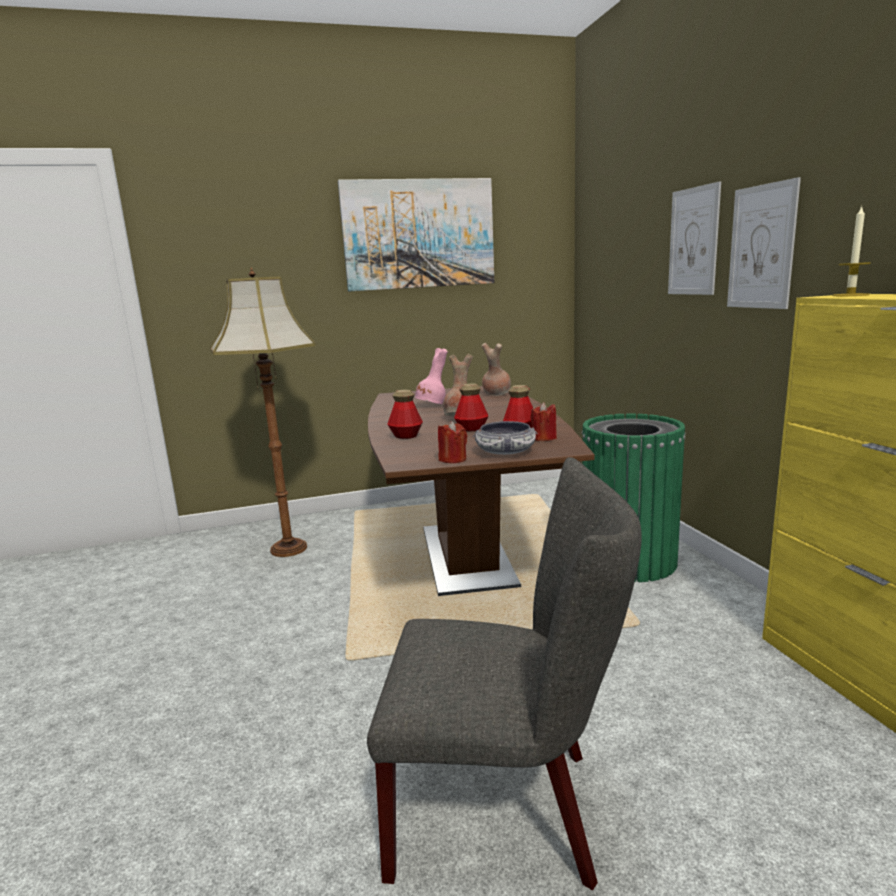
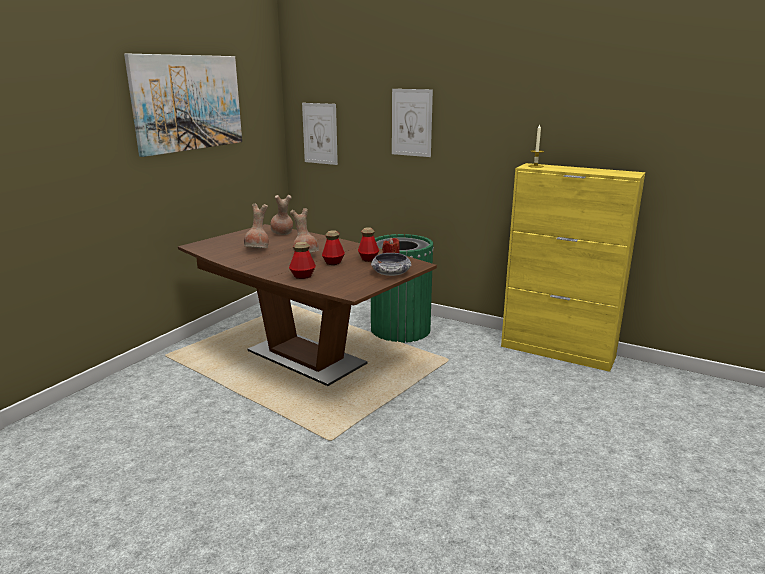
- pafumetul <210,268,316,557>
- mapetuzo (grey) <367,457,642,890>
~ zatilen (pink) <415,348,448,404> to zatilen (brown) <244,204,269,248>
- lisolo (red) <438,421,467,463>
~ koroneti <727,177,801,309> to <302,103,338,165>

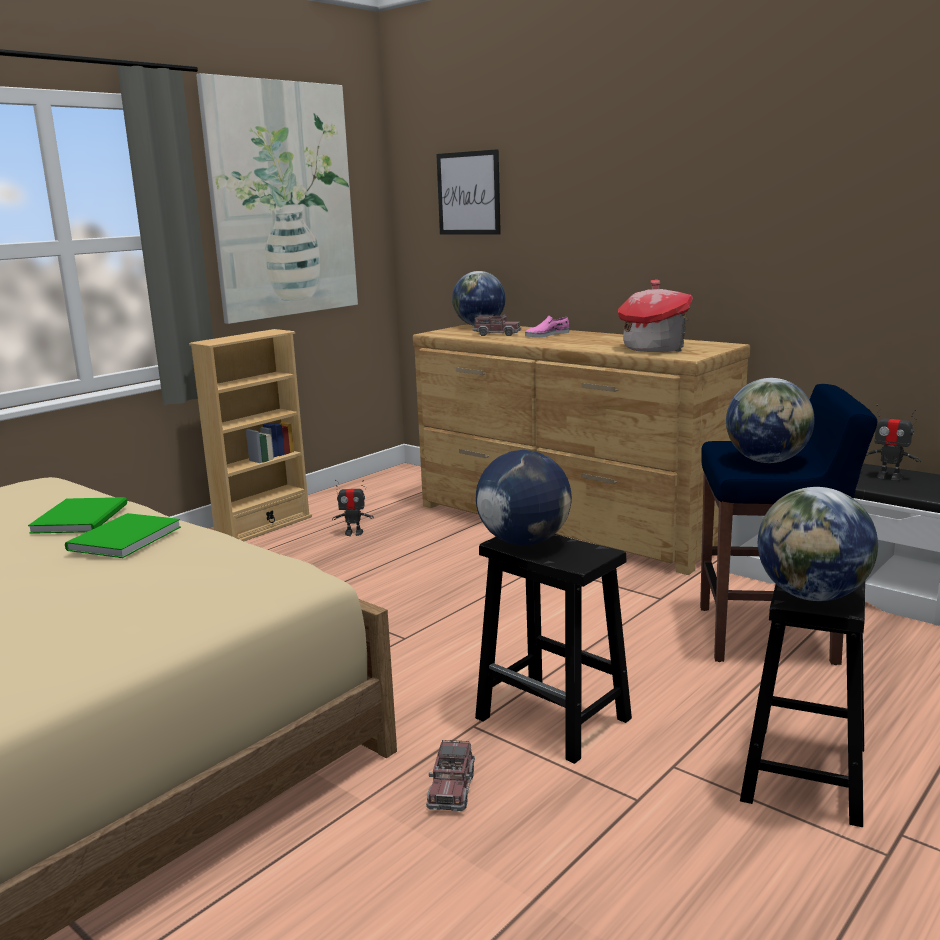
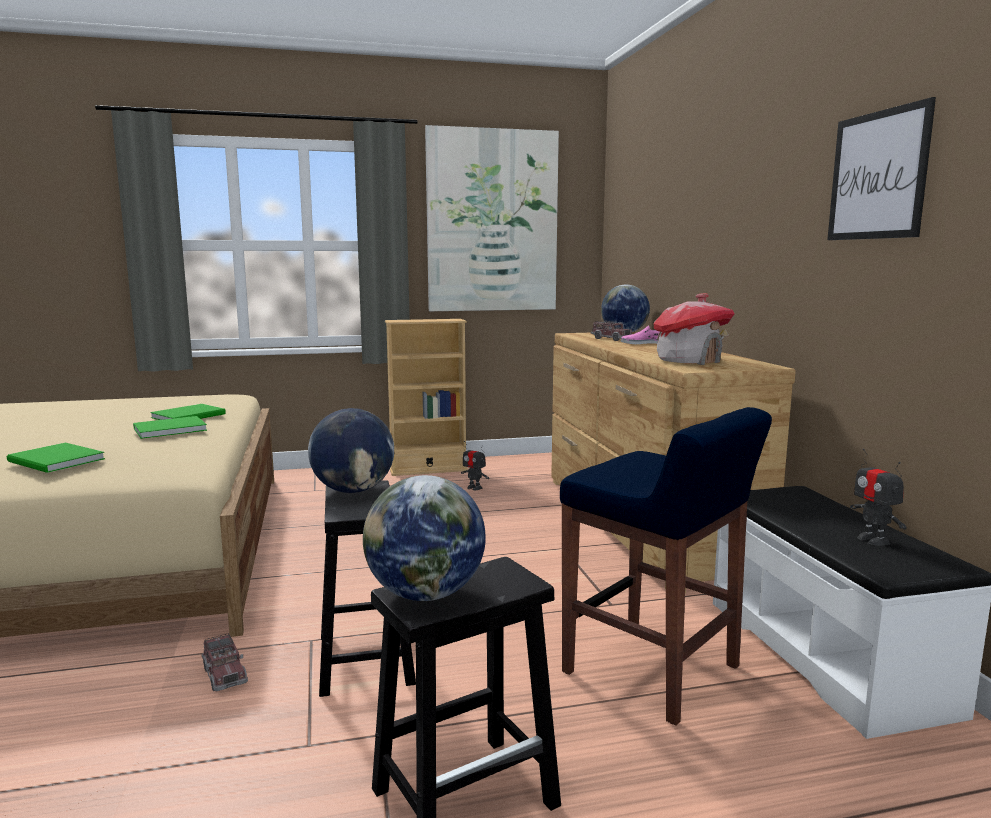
~ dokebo <426,740,475,811> = <202,633,248,691> 75 degrees counterclockwise
~ koroneti <436,149,501,235> to <827,97,936,240>
- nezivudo <726,378,814,463>
+ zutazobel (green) <7,443,105,473>

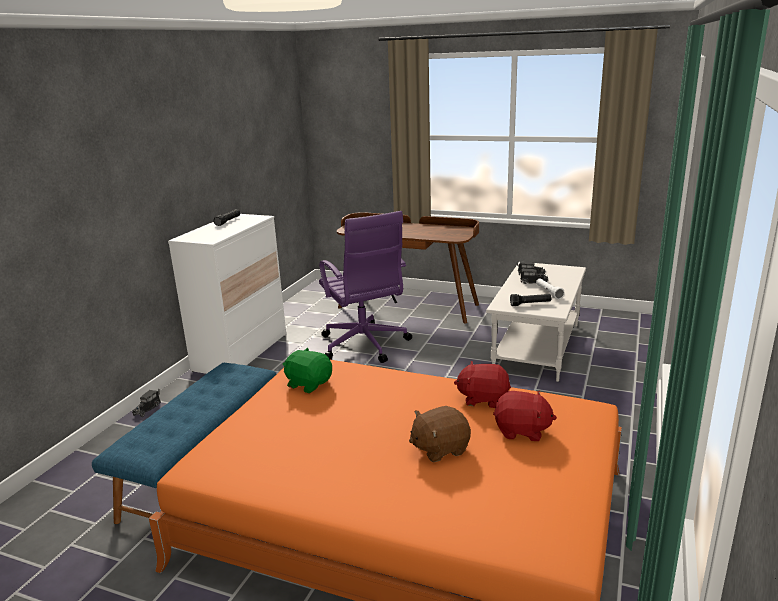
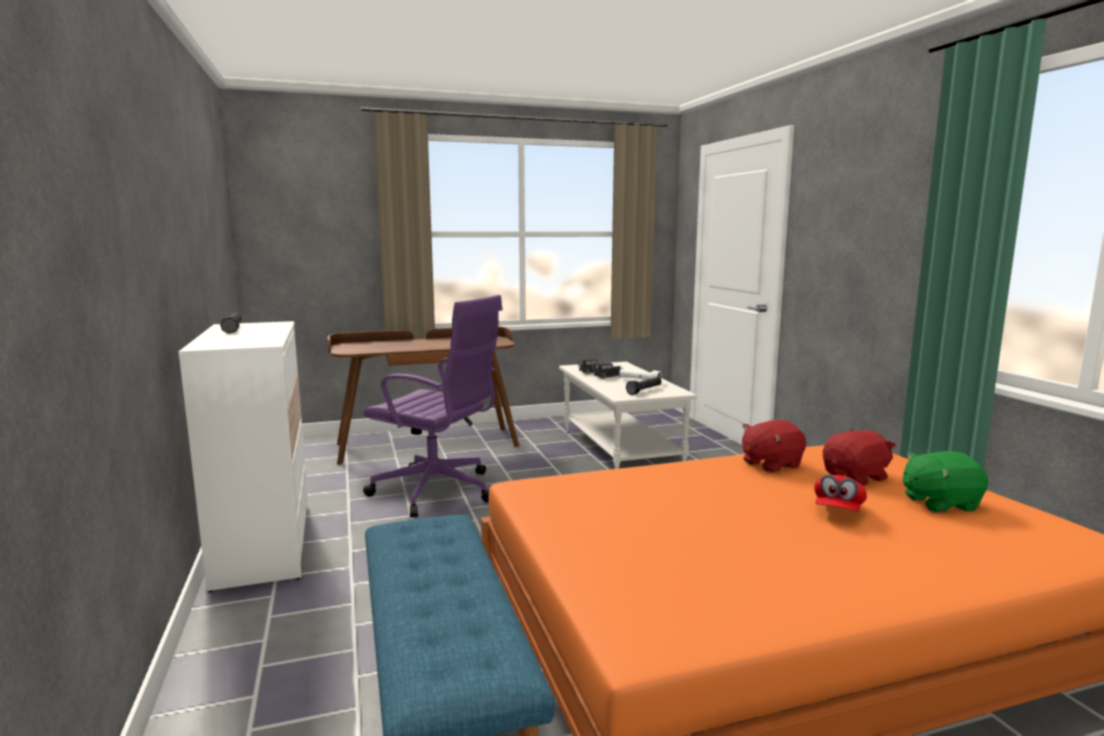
- dokebo <132,389,161,417>
~ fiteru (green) <283,348,332,393> to <903,451,988,513>
~ fiteru (brown) <409,406,471,462> to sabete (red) <814,475,867,511>

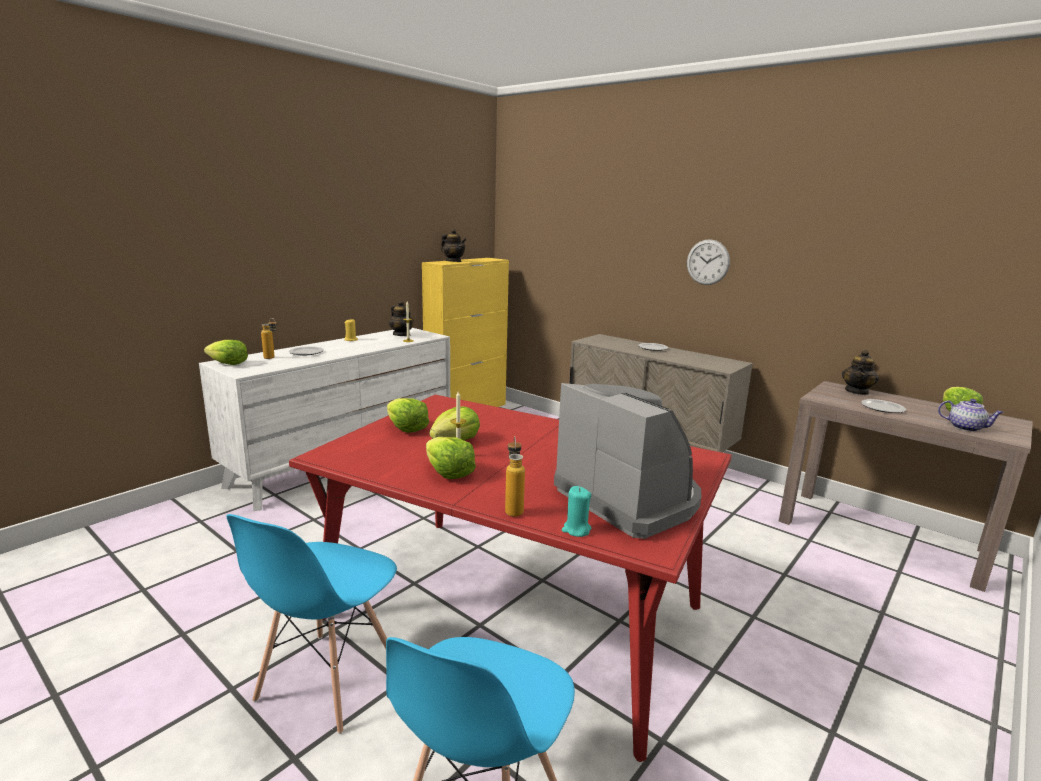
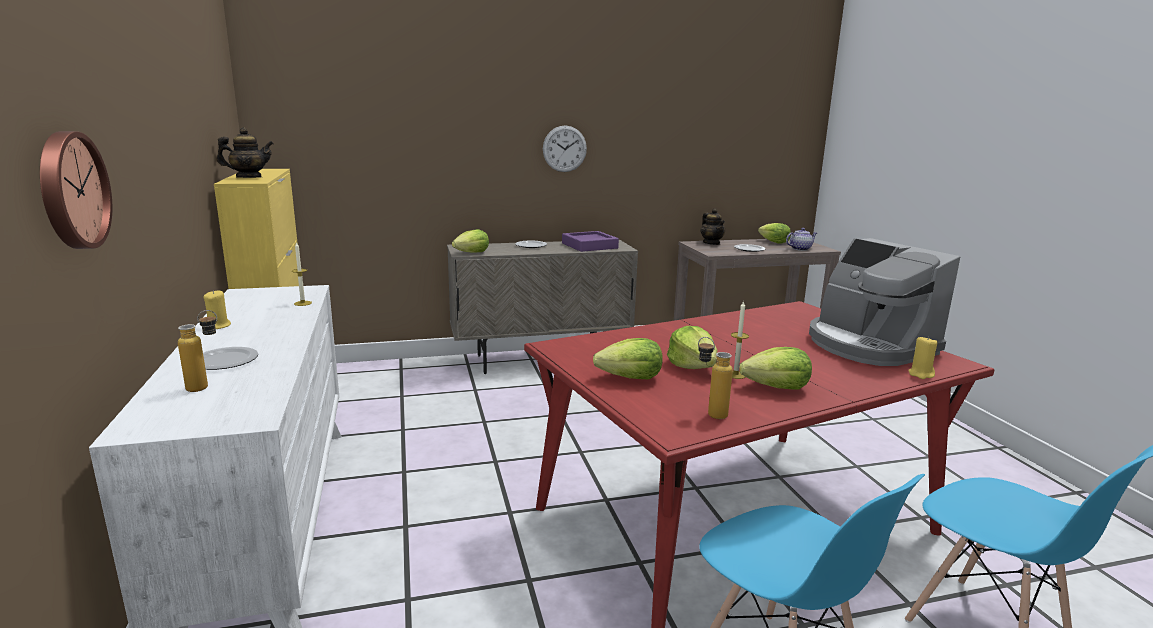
~ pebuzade <204,340,248,365> to <452,229,489,253>
- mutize <389,301,414,336>
~ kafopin <505,436,525,517> to <698,337,733,419>
~ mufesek <554,383,701,539> = <809,238,960,366> 120 degrees counterclockwise
~ lisolo (turquoise) <562,486,591,537> to lisolo (yellow) <908,336,938,379>
+ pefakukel <40,131,112,249>
+ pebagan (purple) <562,231,619,252>

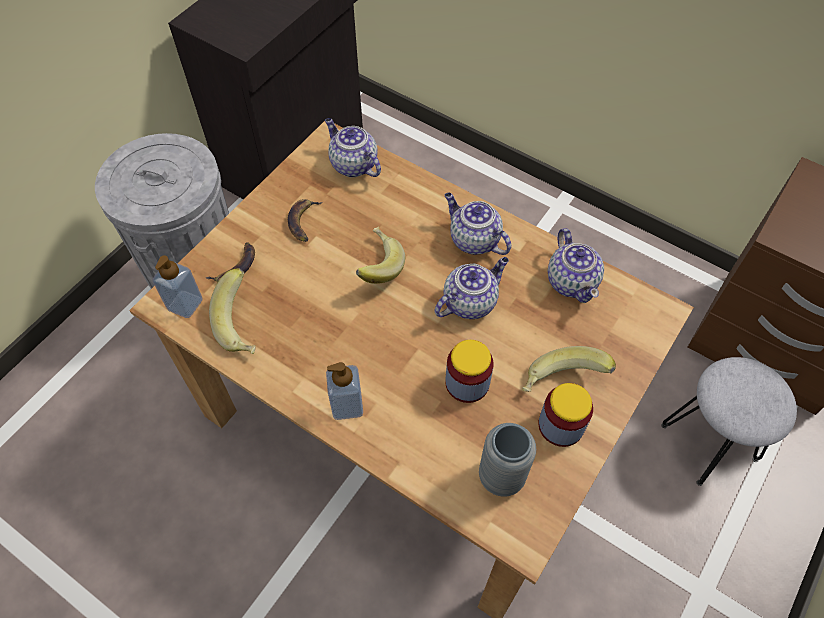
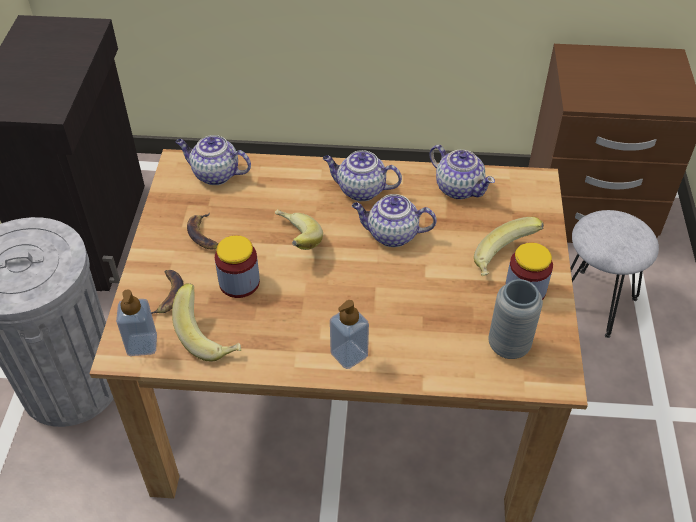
~ mutize <435,257,509,319> = <352,194,437,247> 105 degrees counterclockwise
~ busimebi <445,340,494,403> to <215,235,260,298>

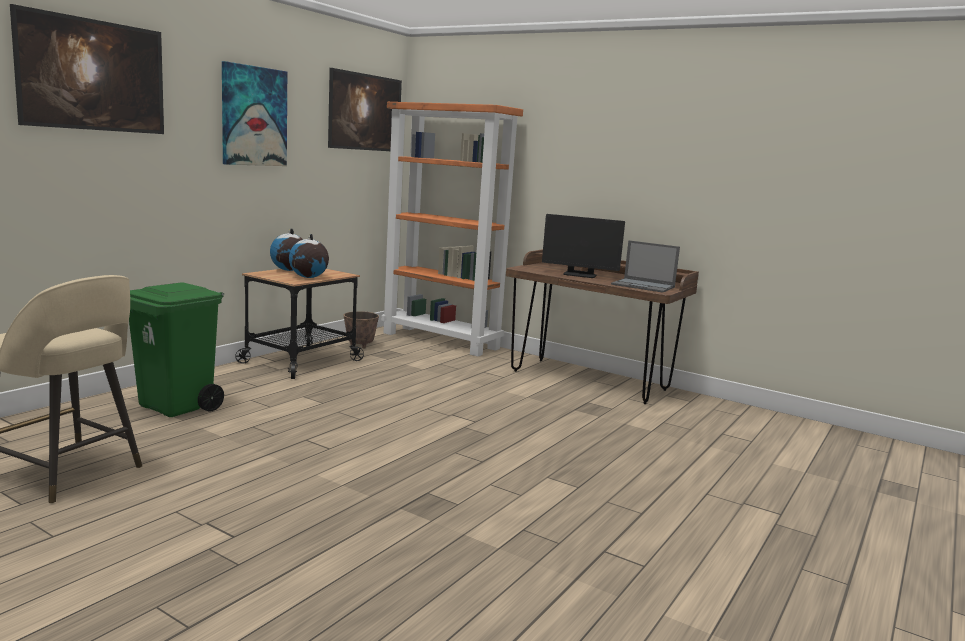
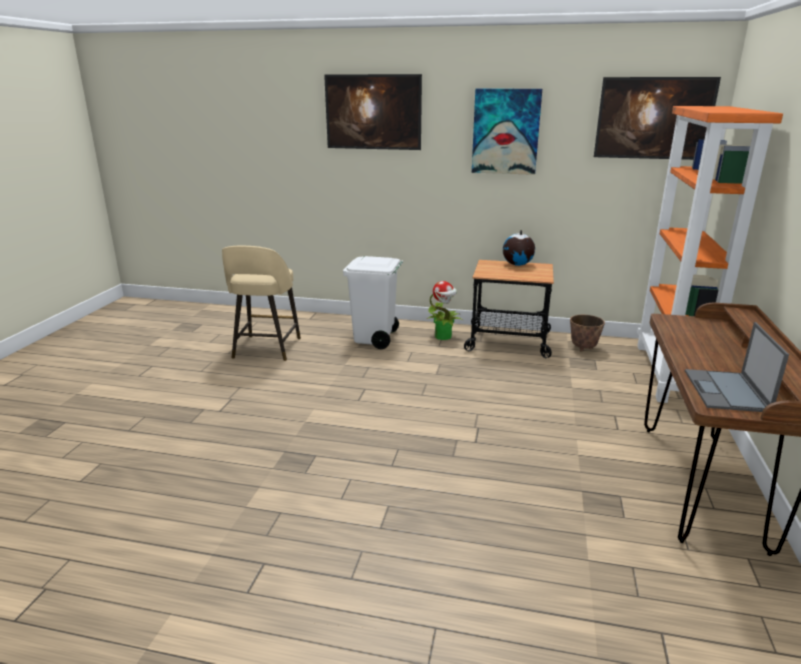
~ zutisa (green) <129,282,224,417> to zutisa (white) <343,256,403,349>
- nezivudo <289,234,329,278>
- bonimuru <542,214,625,278>
+ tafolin <427,281,463,340>

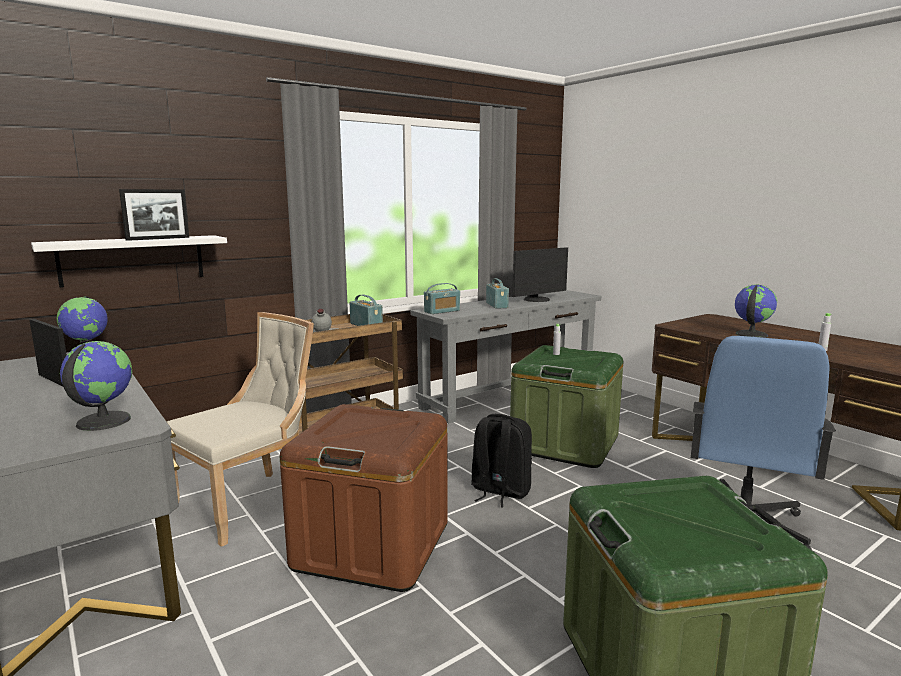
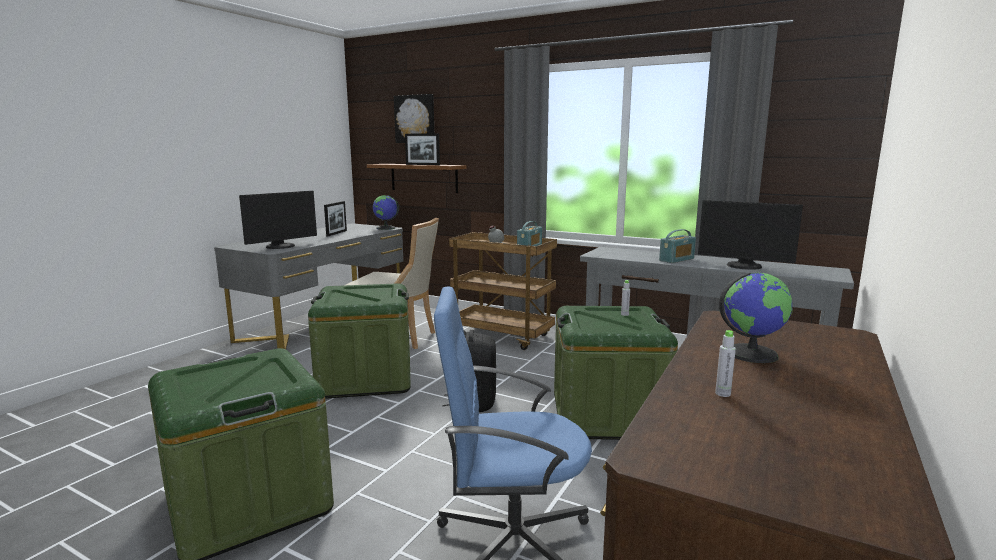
~ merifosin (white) <31,235,227,288> to merifosin (brown) <367,164,466,193>
~ nezivudo <60,341,132,431> to bonimuru <239,191,317,249>
~ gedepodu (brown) <280,404,447,592> to gedepodu (green) <308,283,411,399>
- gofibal <424,283,460,314>
+ koroneti <394,94,434,143>

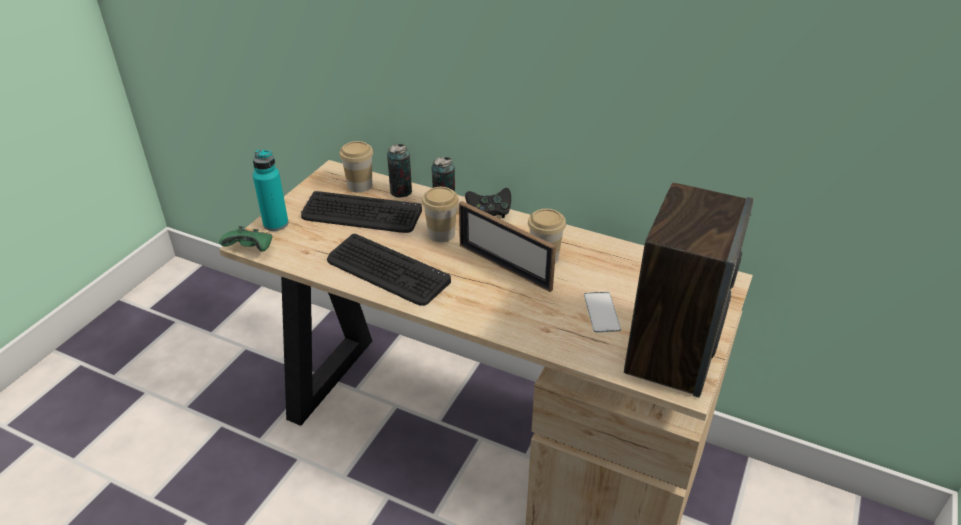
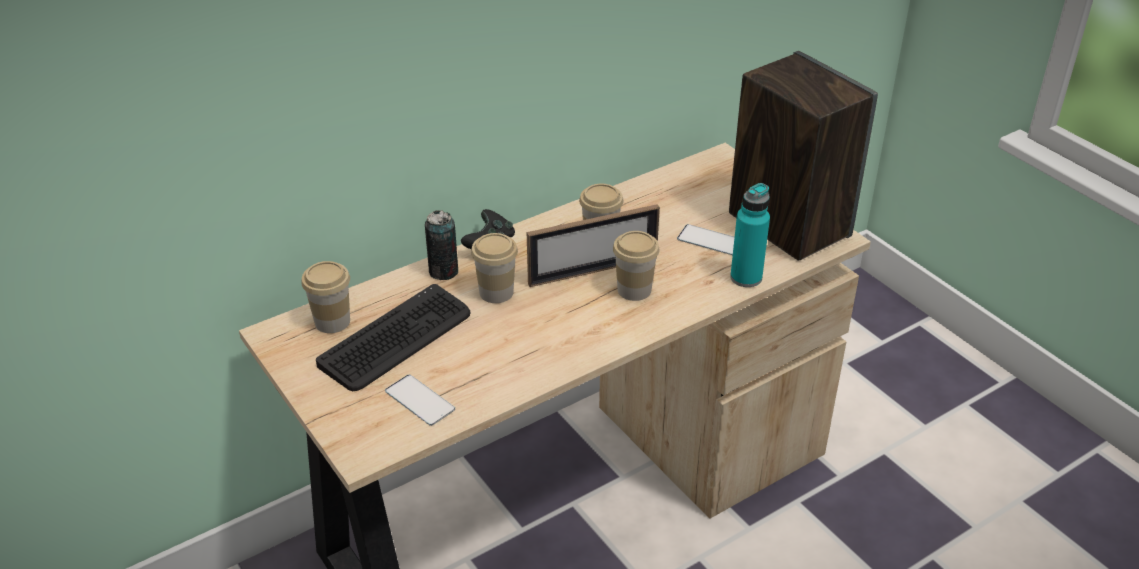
- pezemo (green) <219,226,272,251>
~ kafopin (turquoise) <253,149,289,231> to <730,183,770,287>
- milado <327,234,451,306>
- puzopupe <387,144,412,198>
+ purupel <385,375,455,426>
+ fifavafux <613,231,660,301>

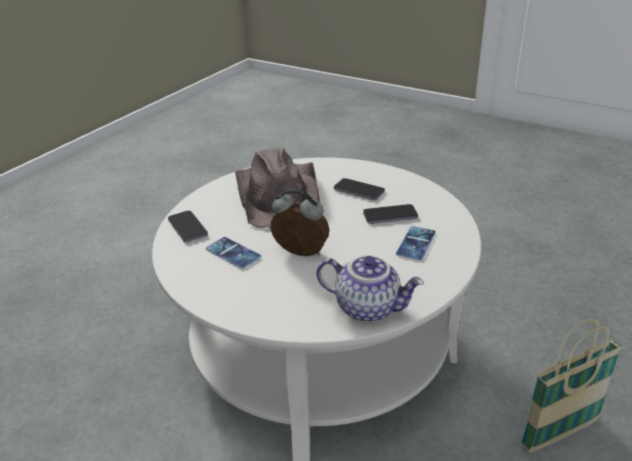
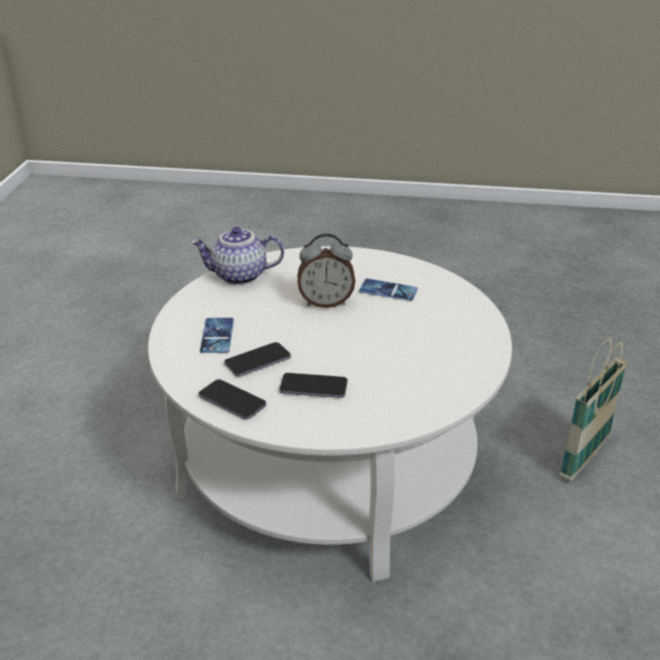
~ purupel <168,211,208,242> to <199,379,266,420>
- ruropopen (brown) <235,148,320,228>
~ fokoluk <521,318,622,453> to <560,338,628,482>

